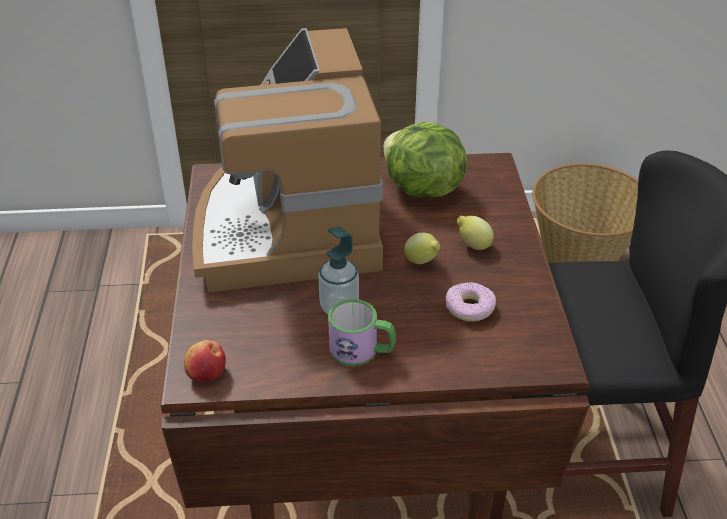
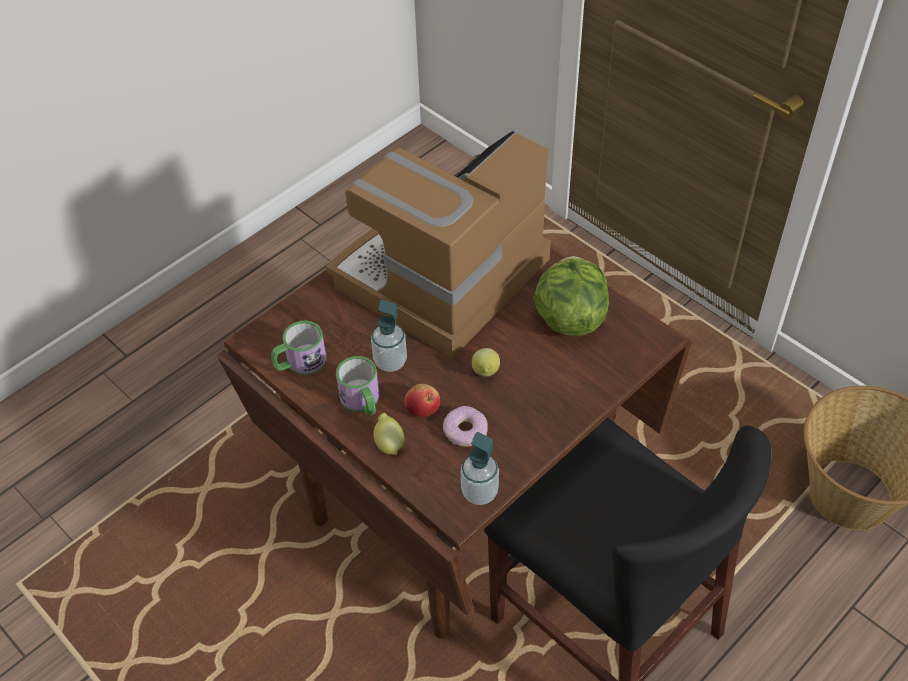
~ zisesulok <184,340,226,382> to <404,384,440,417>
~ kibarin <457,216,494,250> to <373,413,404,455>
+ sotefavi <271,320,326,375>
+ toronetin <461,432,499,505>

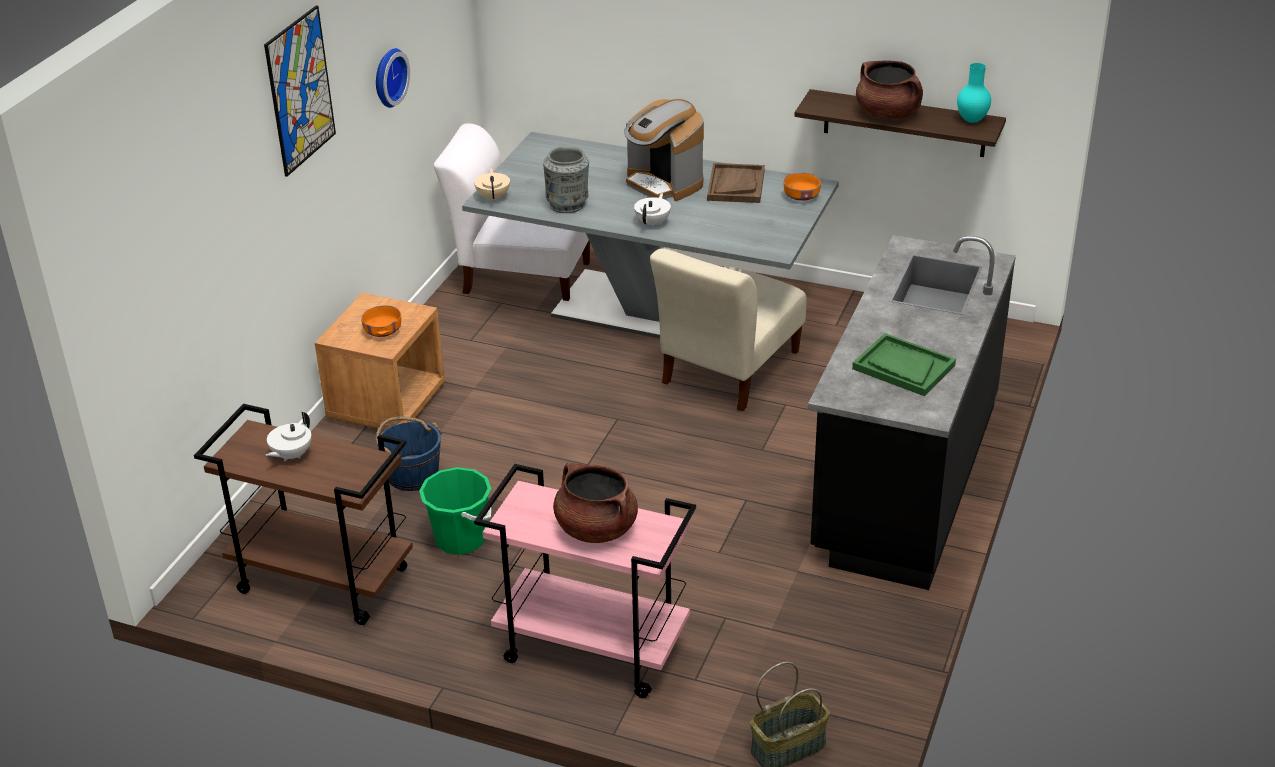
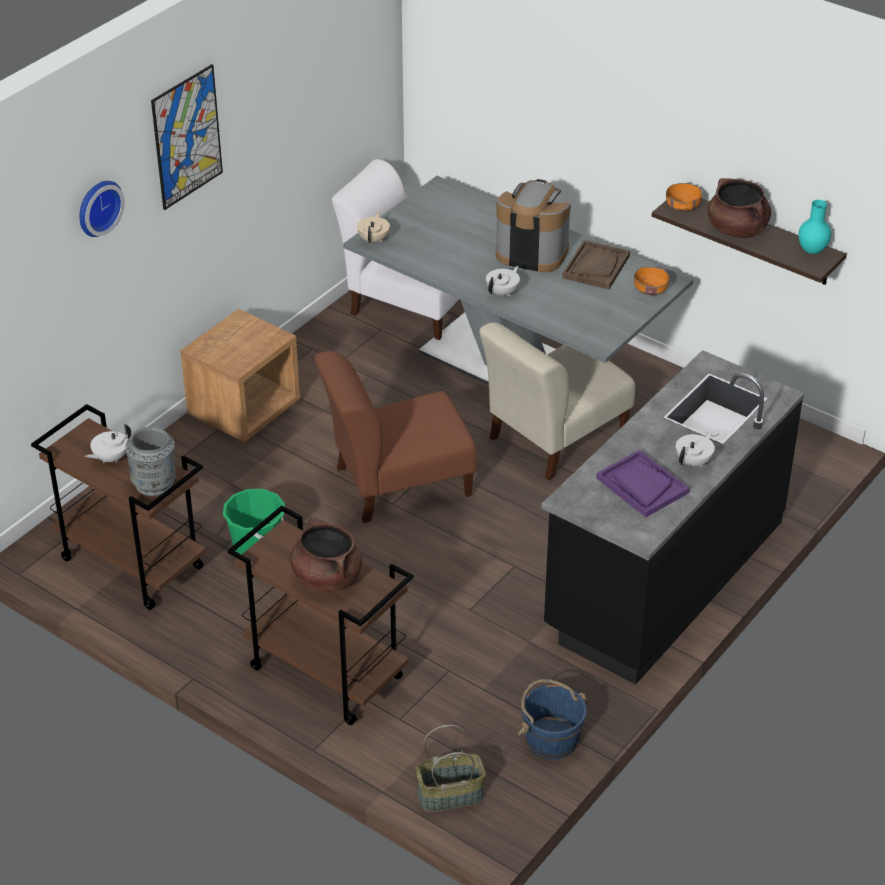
~ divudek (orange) <361,305,401,337> to <666,183,702,211>
~ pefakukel <376,48,410,108> to <80,181,125,237>
~ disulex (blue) <376,417,442,491> to <518,679,589,759>
~ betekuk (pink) <474,464,696,698> to betekuk (brown) <227,505,413,725>
~ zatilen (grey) <543,147,589,213> to <125,427,176,496>
~ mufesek <624,99,704,201> = <496,179,571,272> 135 degrees clockwise
~ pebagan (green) <852,333,956,396> to pebagan (purple) <596,450,690,517>
+ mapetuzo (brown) <315,351,477,523>
+ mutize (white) <676,432,715,467>

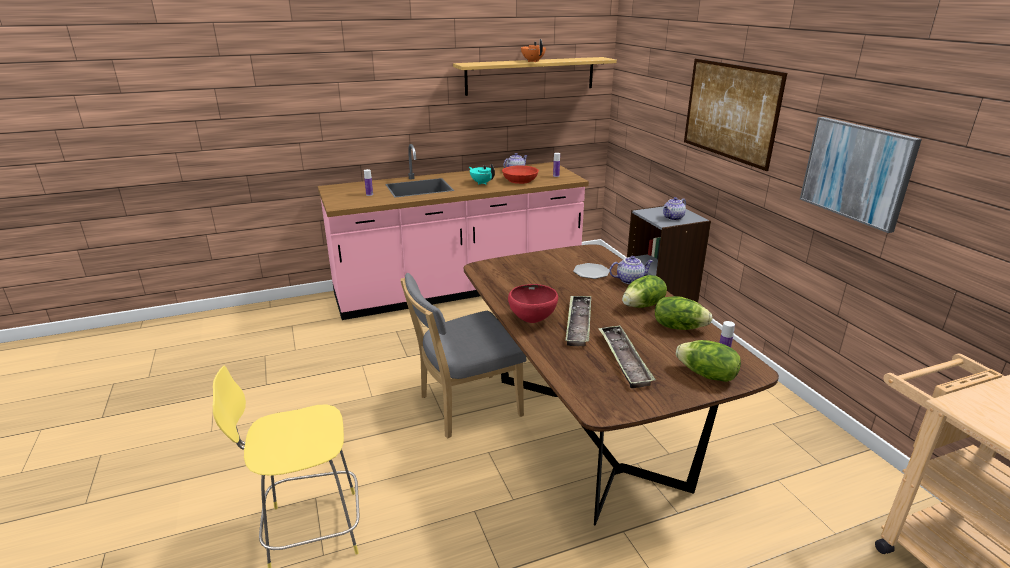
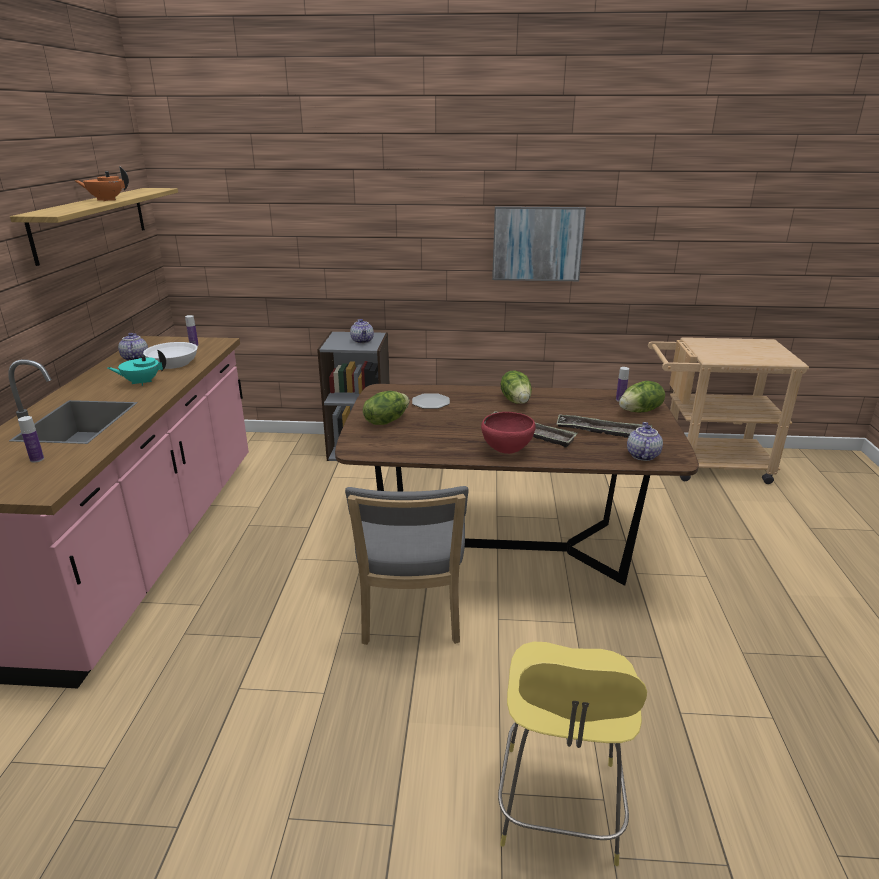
~ divudek (red) <502,166,539,184> to divudek (white) <143,342,198,369>
~ mutize <609,256,653,284> to <627,422,663,461>
~ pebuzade <655,296,712,330> to <363,391,409,425>
- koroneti <684,58,787,171>

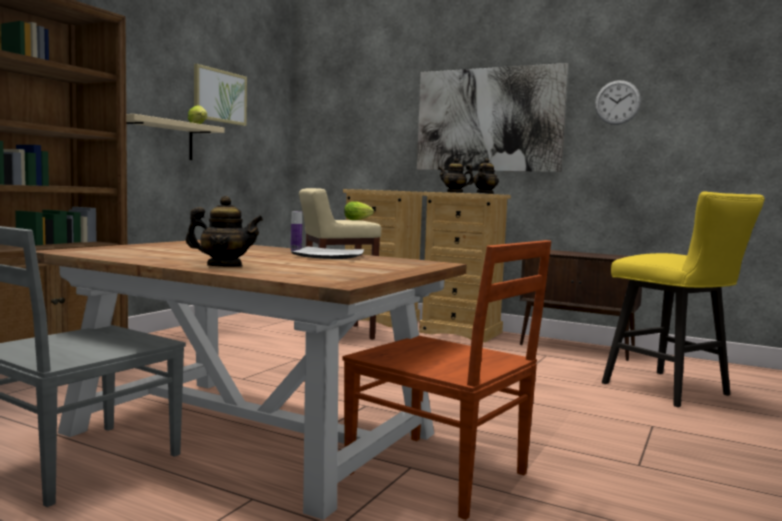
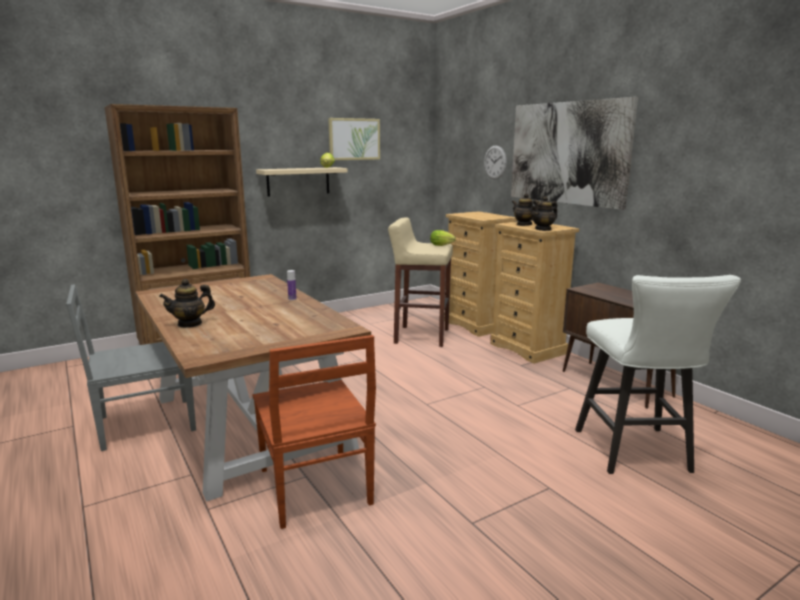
~ mutize <186,196,263,267> = <159,279,215,328> 120 degrees clockwise
- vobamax <291,247,364,259>
~ pefakukel <595,80,641,125> to <484,146,507,179>
~ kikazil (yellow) <602,192,765,407> to kikazil (white) <575,275,741,474>

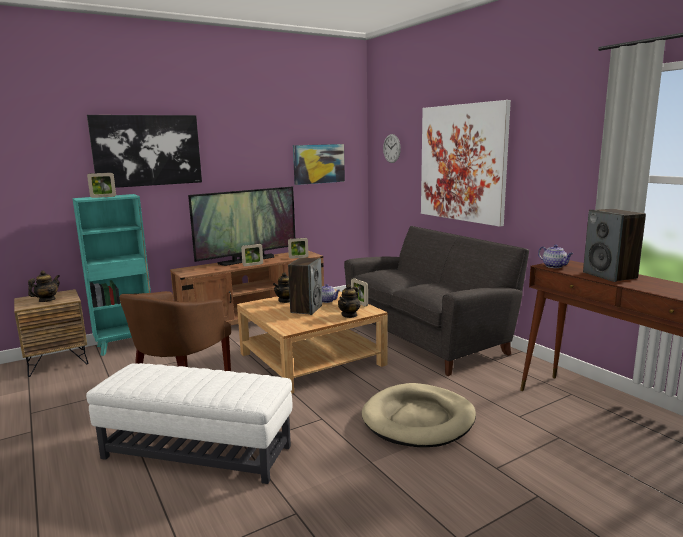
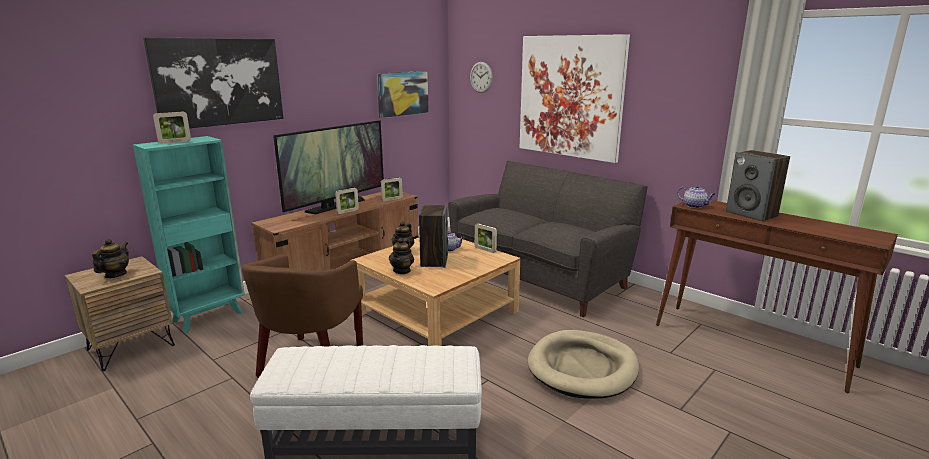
~ mutize <338,284,361,318> to <389,238,414,274>

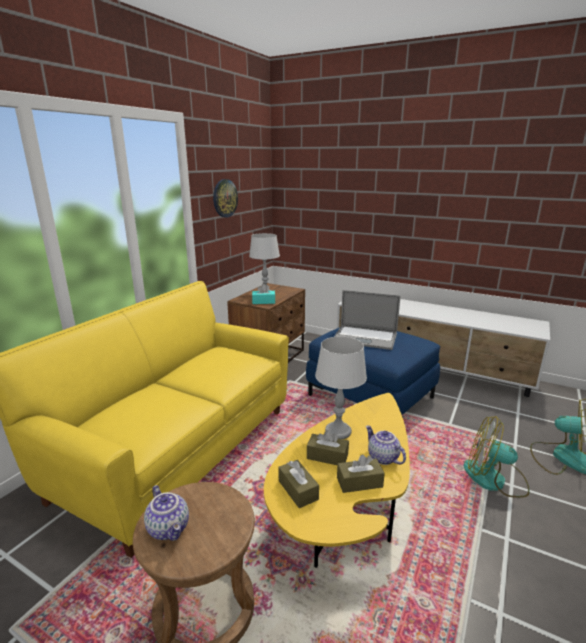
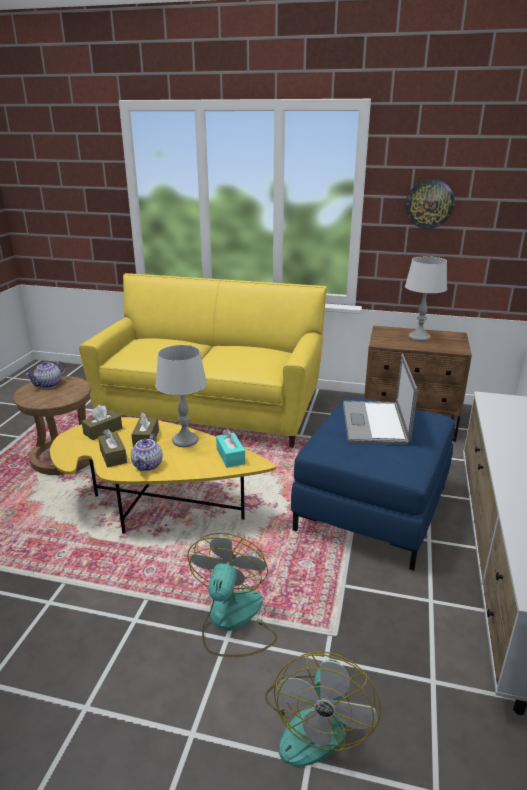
~ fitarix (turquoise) <252,284,275,304> to <216,429,245,468>
~ mutize <366,425,406,465> = <131,434,163,471> 150 degrees clockwise

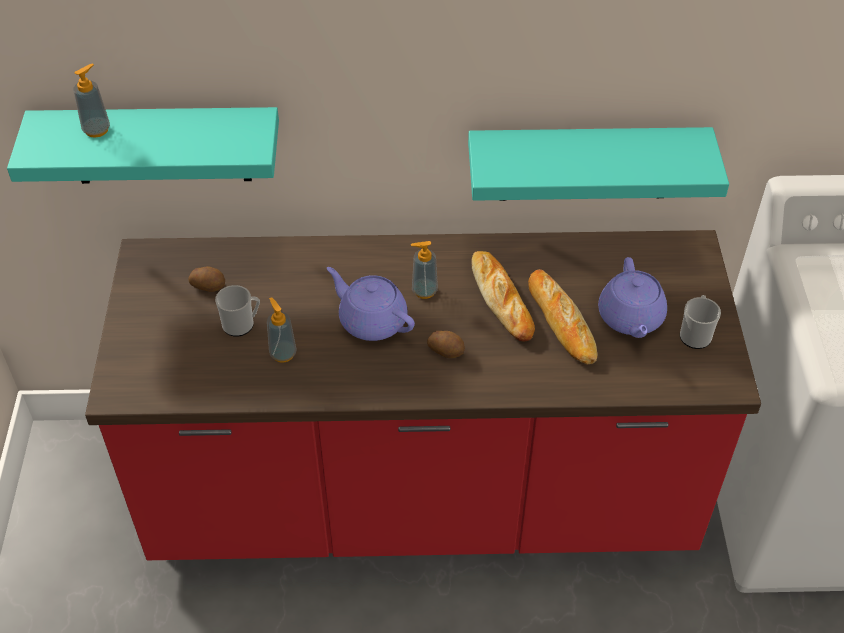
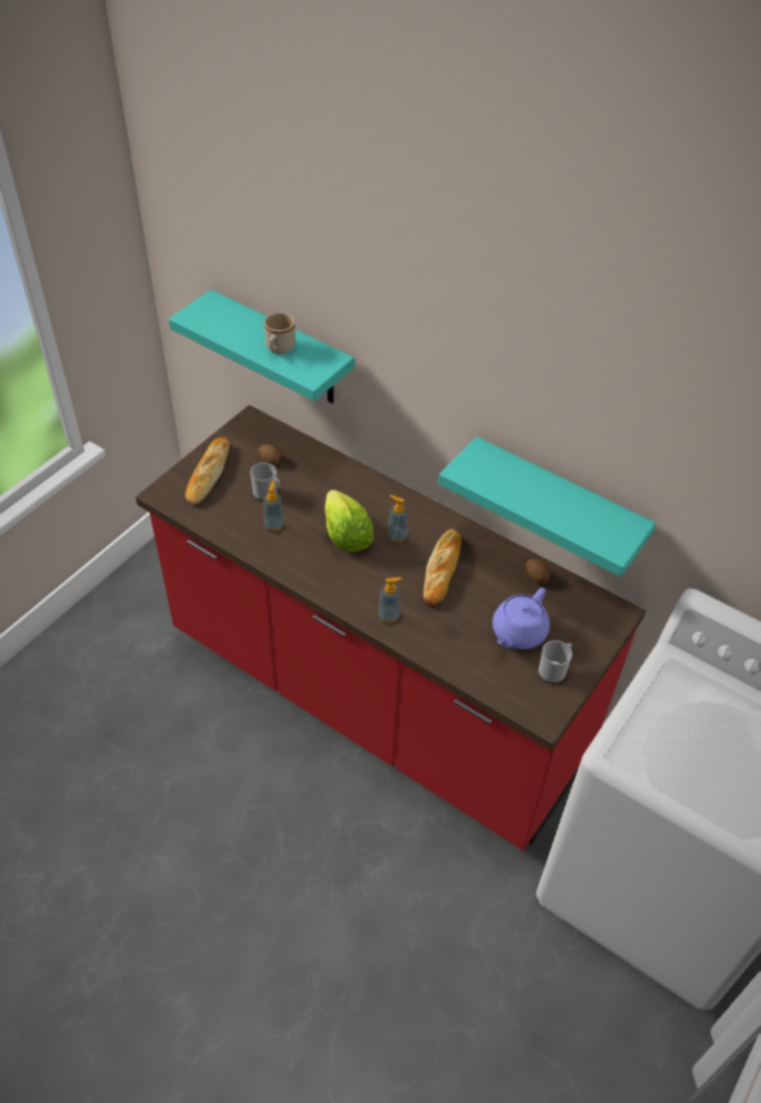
~ toronetin <73,64,110,138> to <378,577,402,623>
~ mutize (purple) <327,267,415,341> to pebuzade <325,490,374,552>
~ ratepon <427,331,465,358> to <525,558,550,584>
~ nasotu <528,269,598,364> to <185,437,230,505>
+ sotefavi (beige) <264,312,295,354>

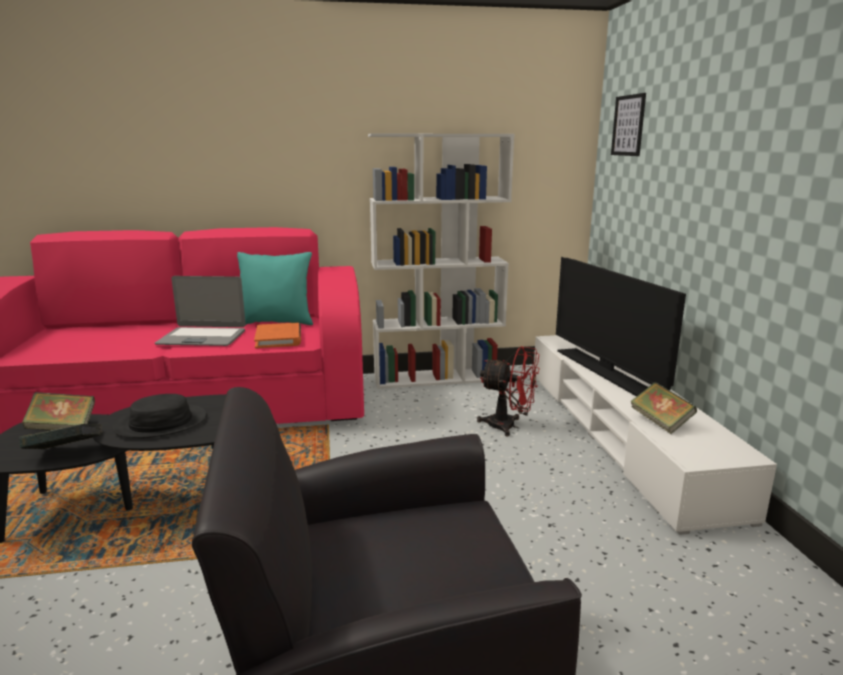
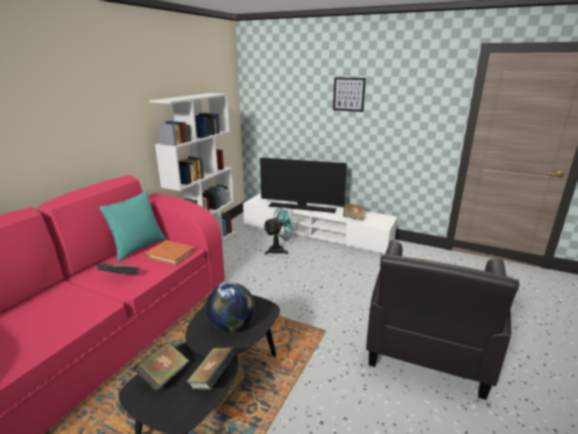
~ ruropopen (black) <113,394,207,438> to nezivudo <206,282,254,332>
~ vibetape <155,276,246,346> to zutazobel <97,263,139,274>
~ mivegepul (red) <477,346,540,437> to mivegepul (turquoise) <263,207,298,255>
~ koroneti <611,93,646,156> to <333,77,366,112>

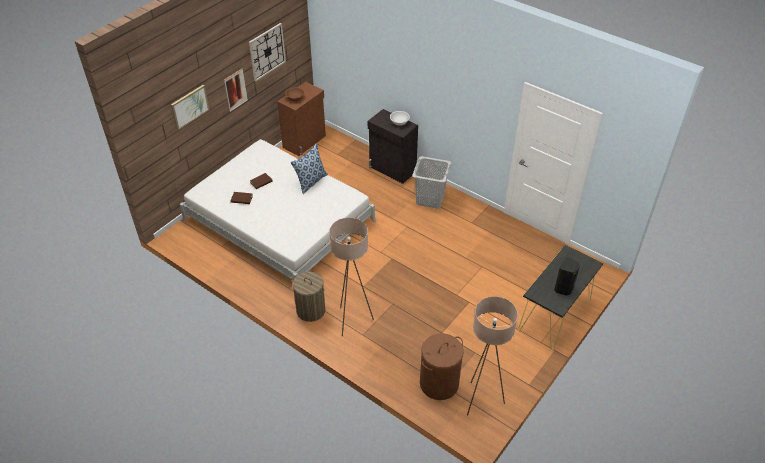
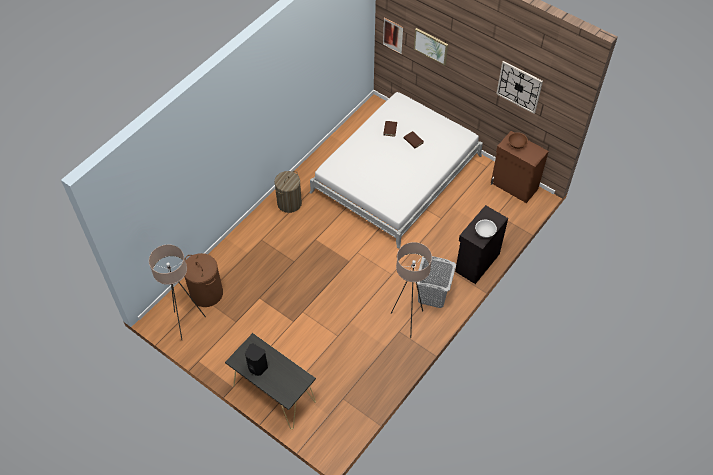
~ koroneti <224,68,248,112> to <383,18,403,54>
- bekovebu <291,143,328,194>
~ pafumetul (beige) <329,218,374,336> to <391,242,432,338>

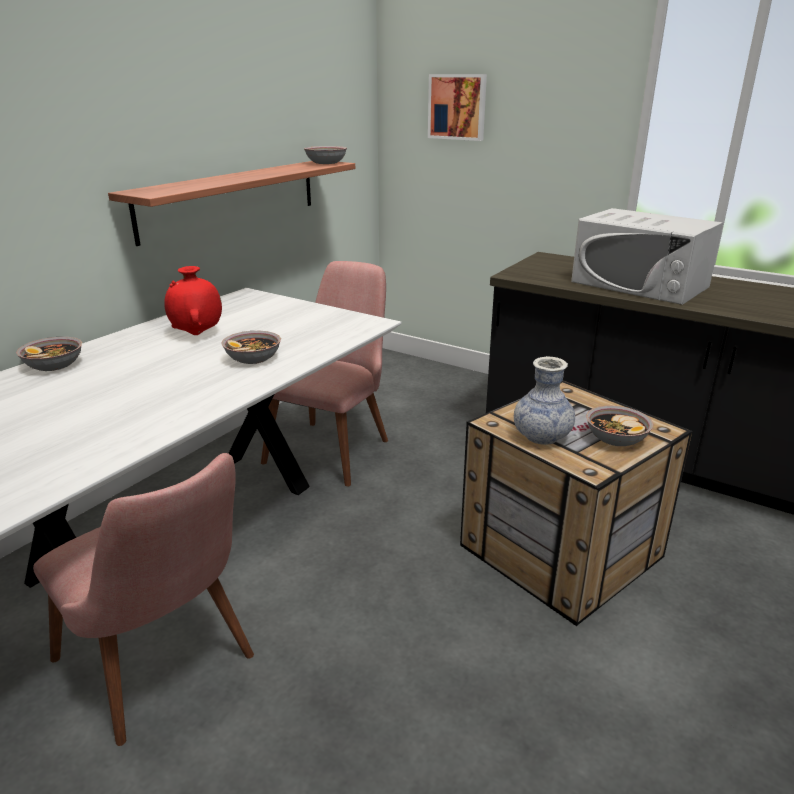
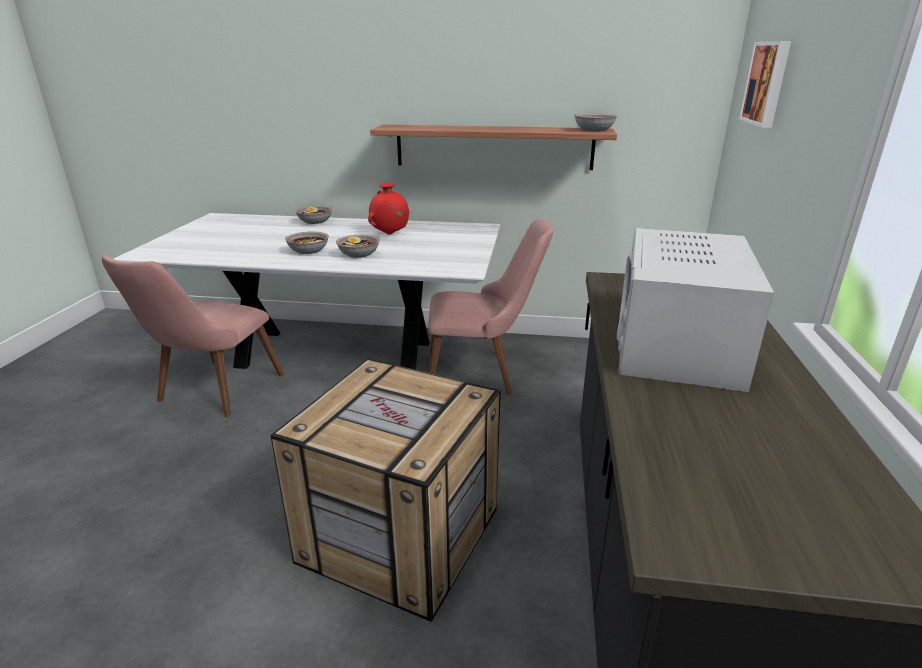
- zatilen <514,356,575,445>
~ divudek <586,405,654,446> to <285,232,329,254>

